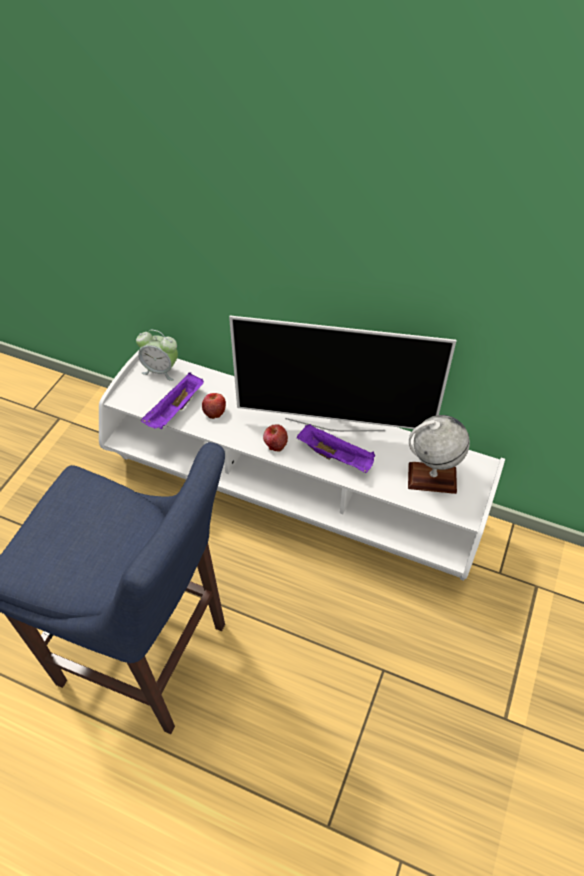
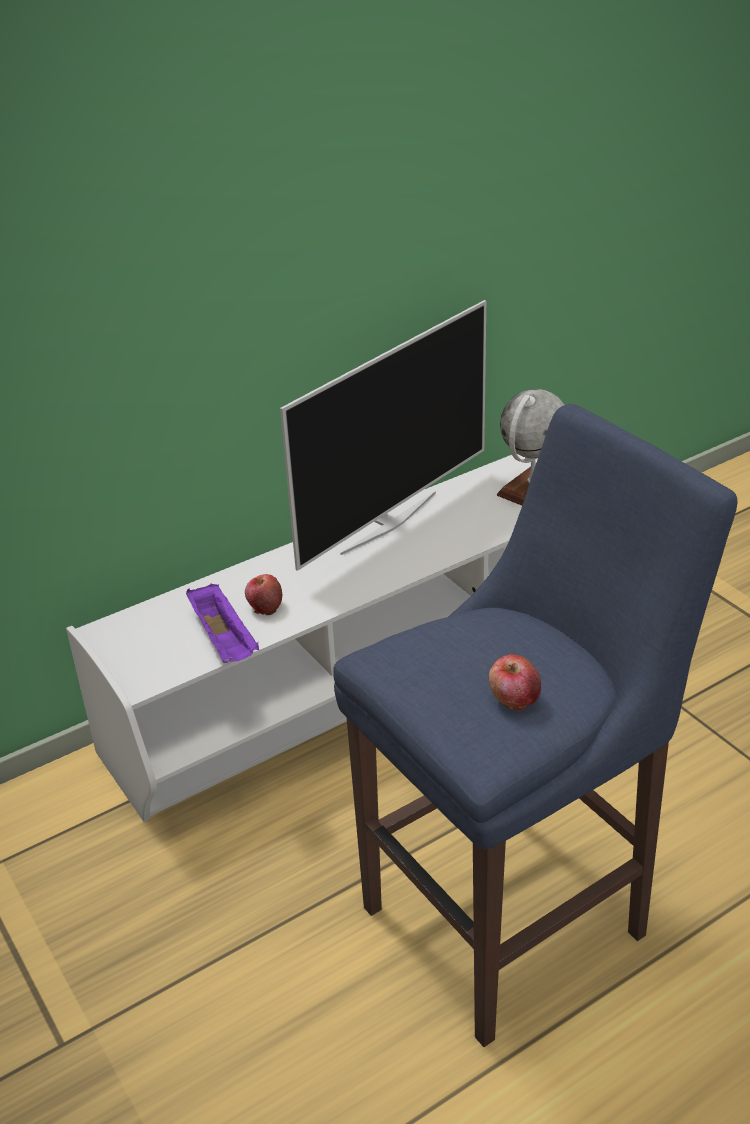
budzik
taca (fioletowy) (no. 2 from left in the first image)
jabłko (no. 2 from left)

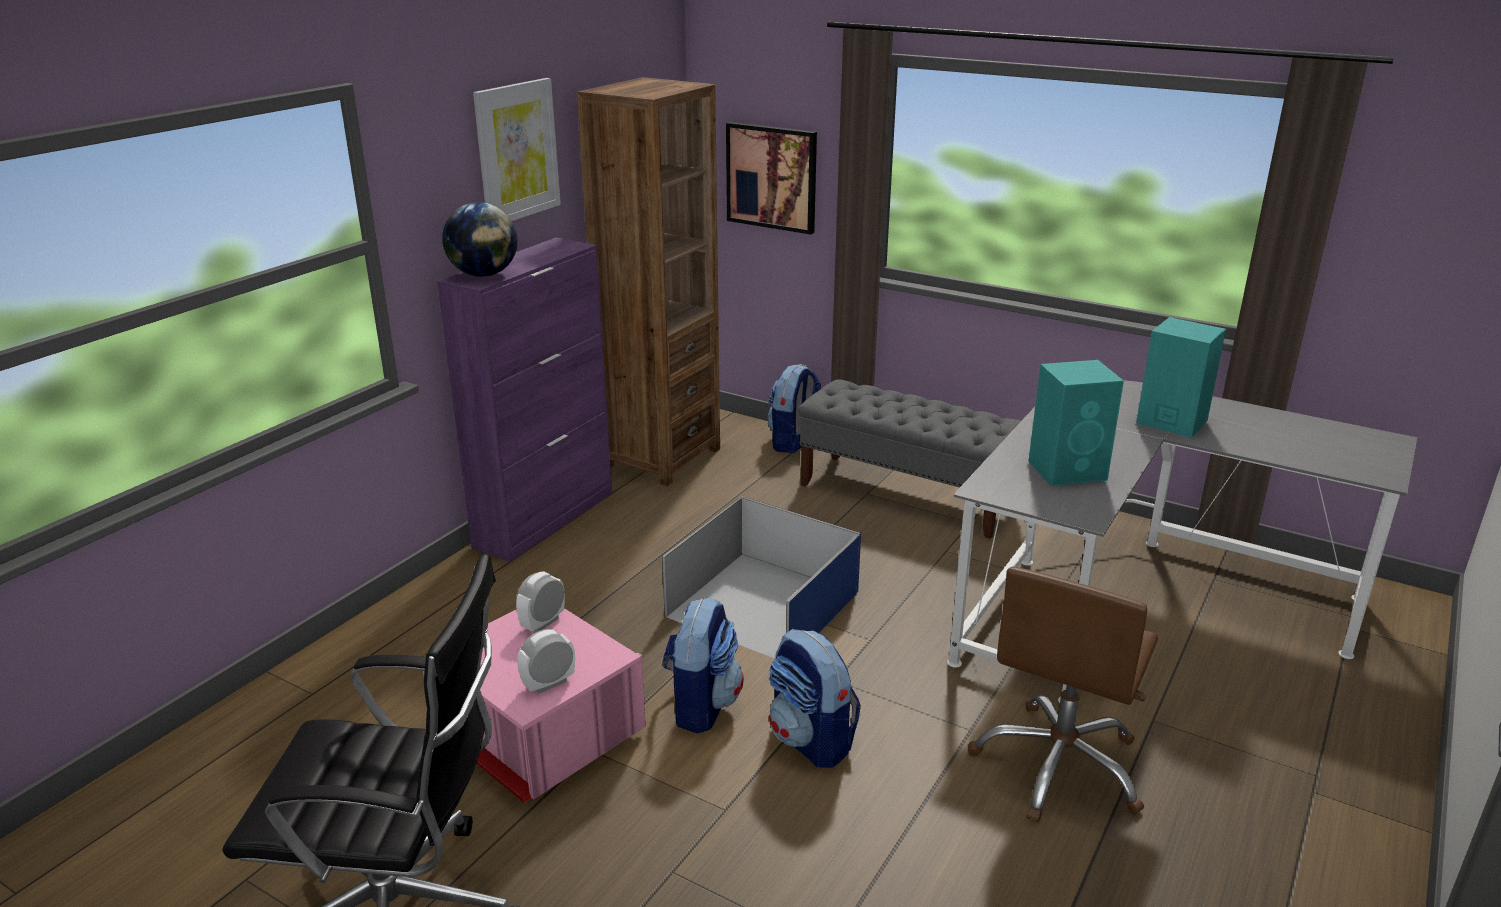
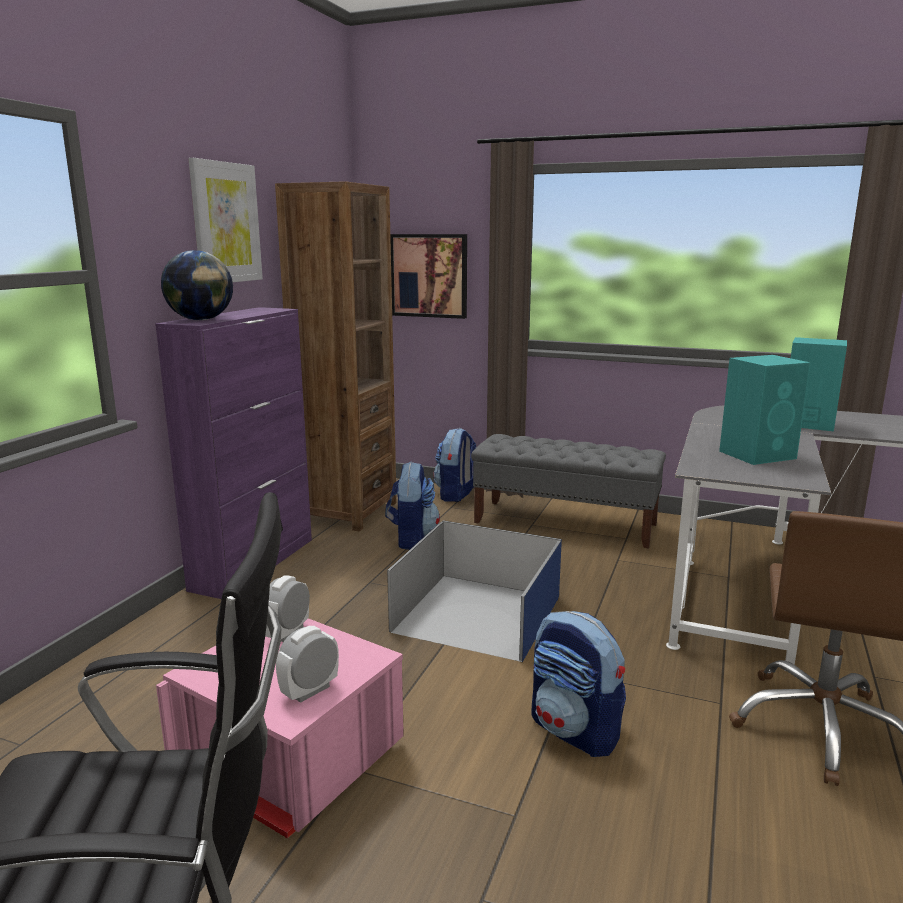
plecak (no. 1 from left)

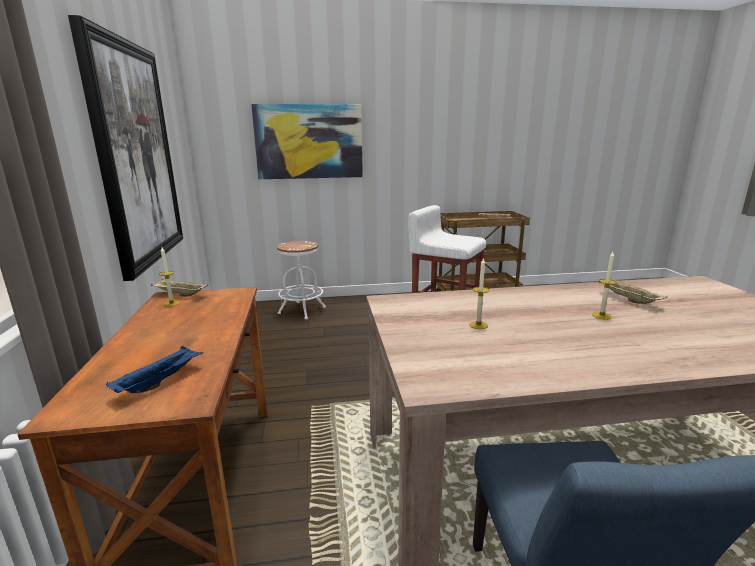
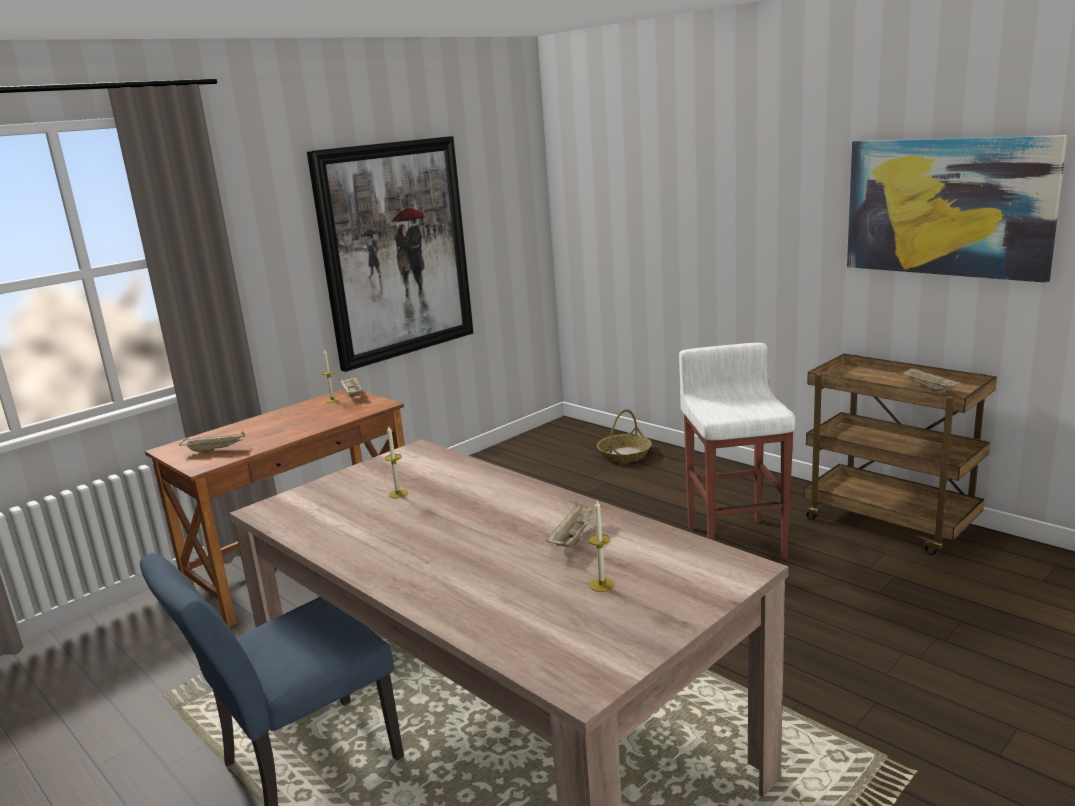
obraz (no. 2 from left)
świeca (no. 3 from left)
koszyk
taca (beżowy) (no. 1 from left)

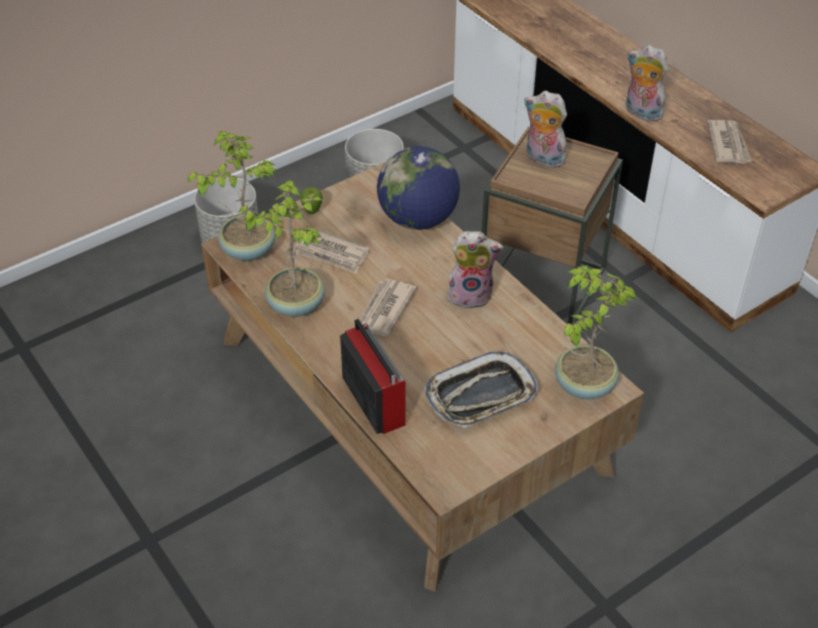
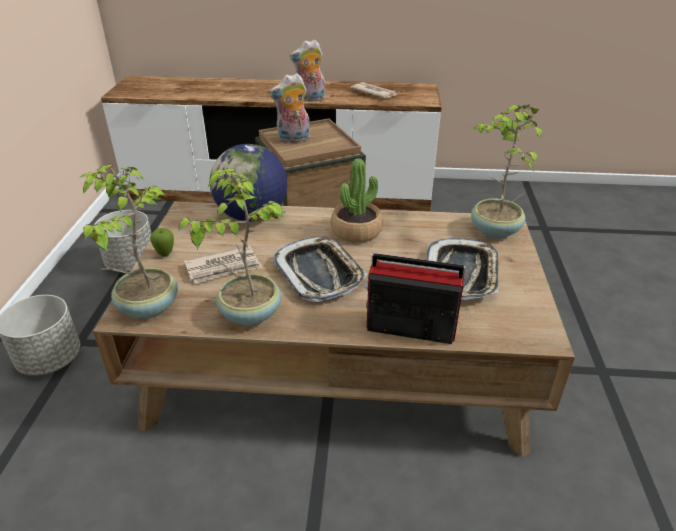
taca (no. 1 from left)
roślina doniczkowa (no. 3 from left)

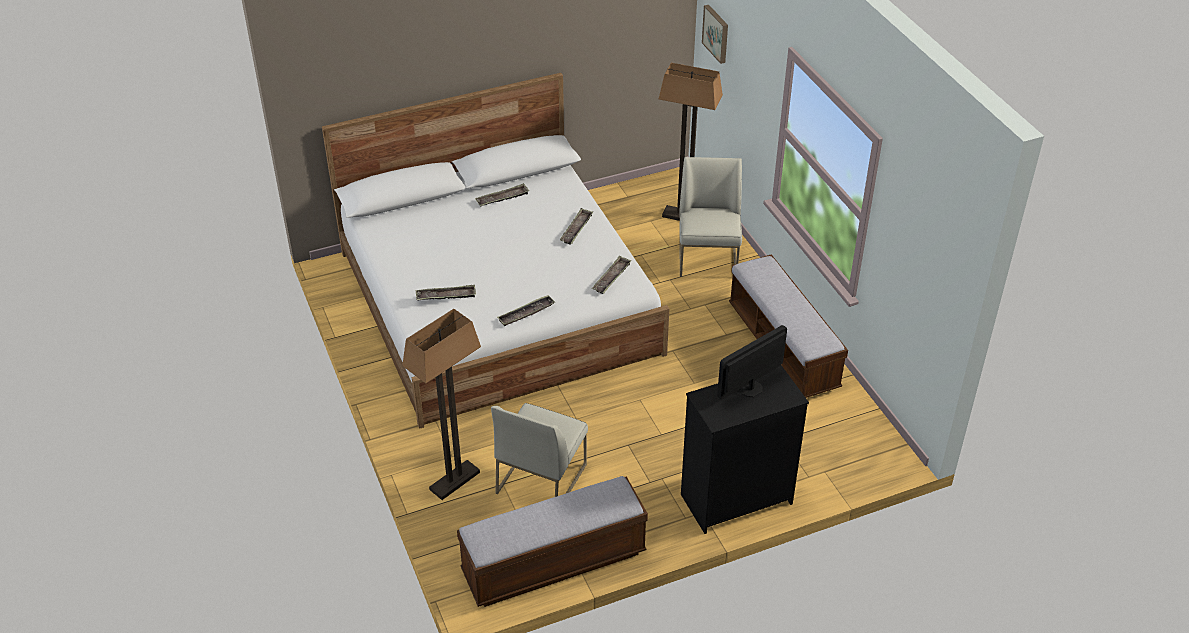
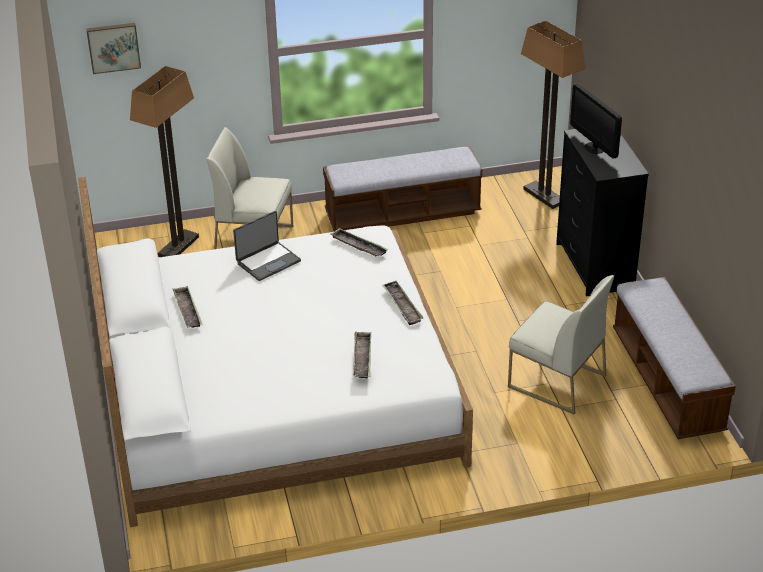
lampa stojąca (no. 2 from left)
laptop

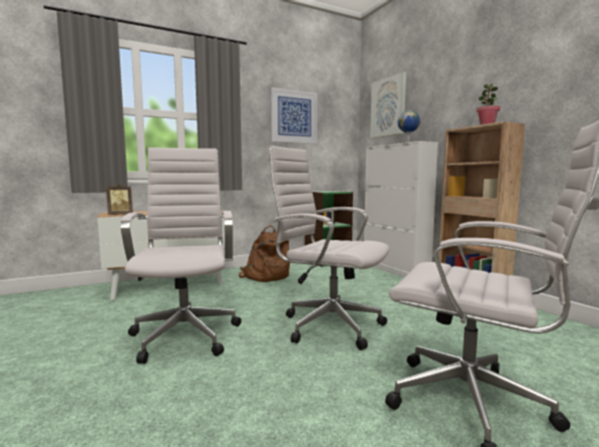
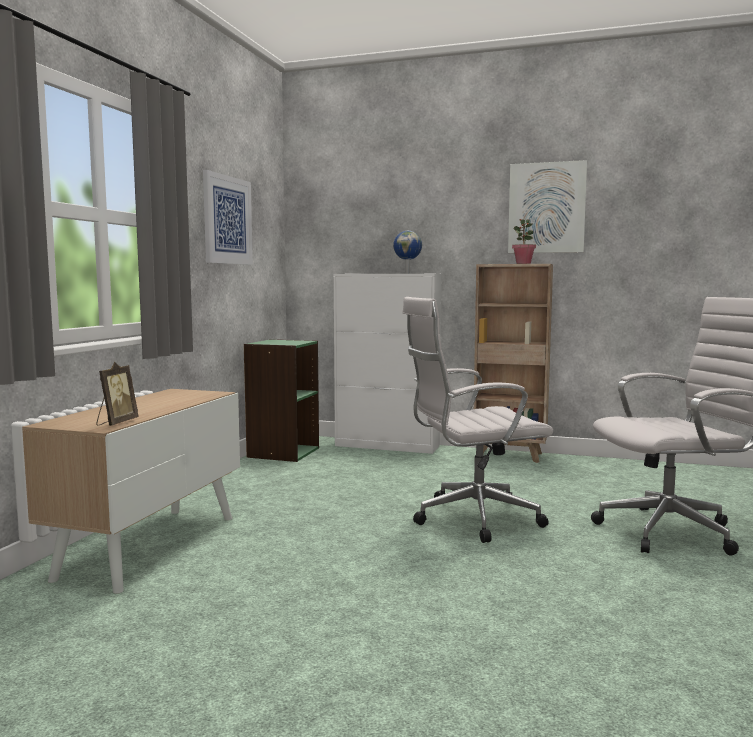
krzesło biurowe (biały) (no. 1 from left in the first image)
plecak (brązowy)
obraz (no. 2 from left)

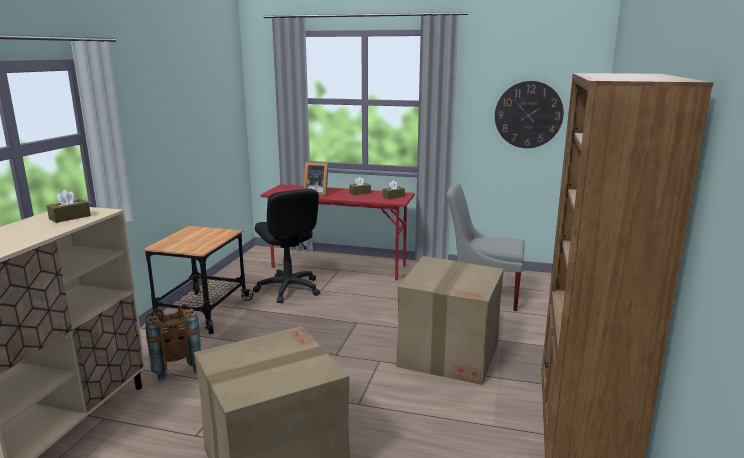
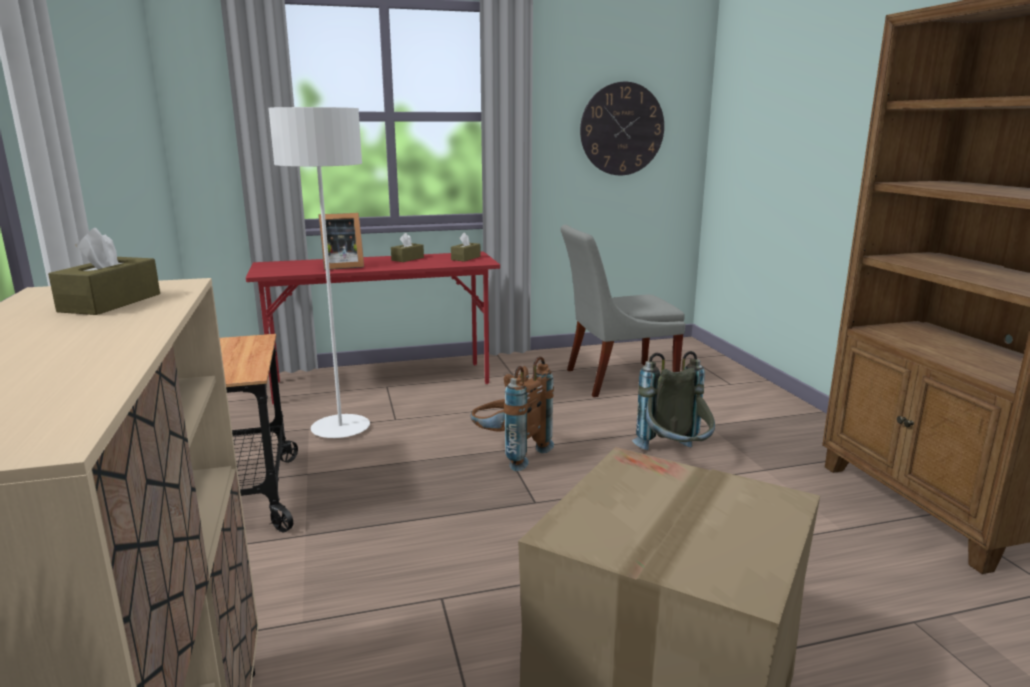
plecak (brązowy)
lampa stojąca (biały)
plecak (szary)

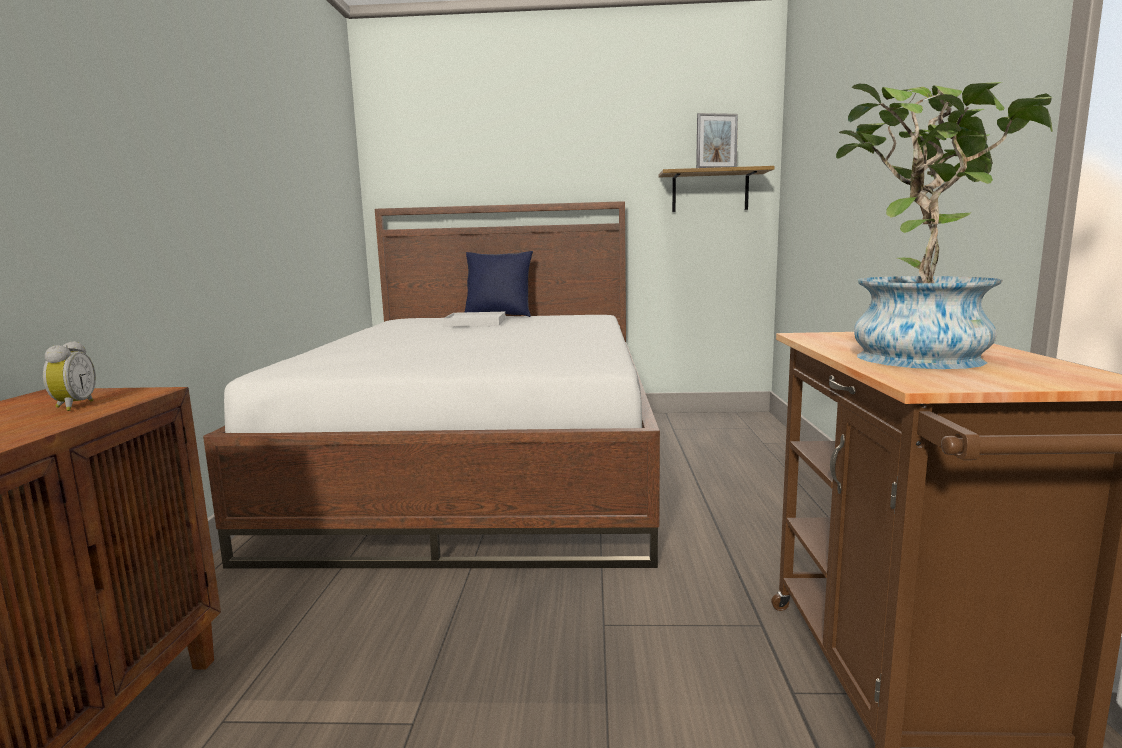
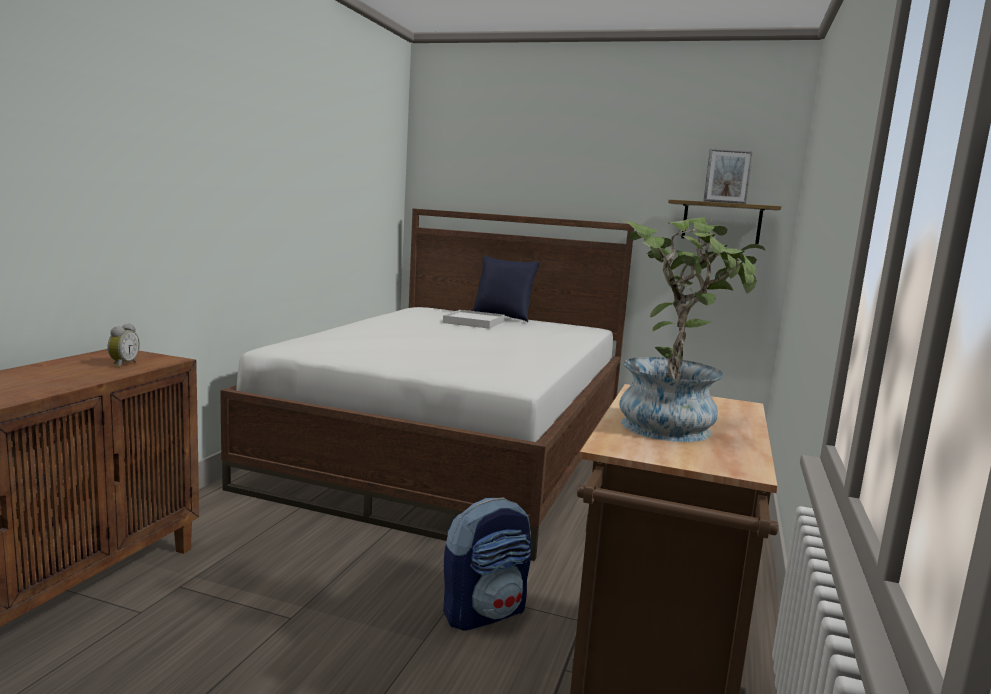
plecak

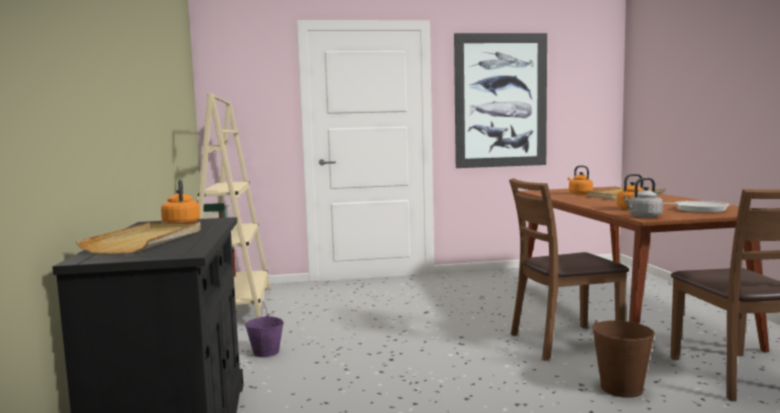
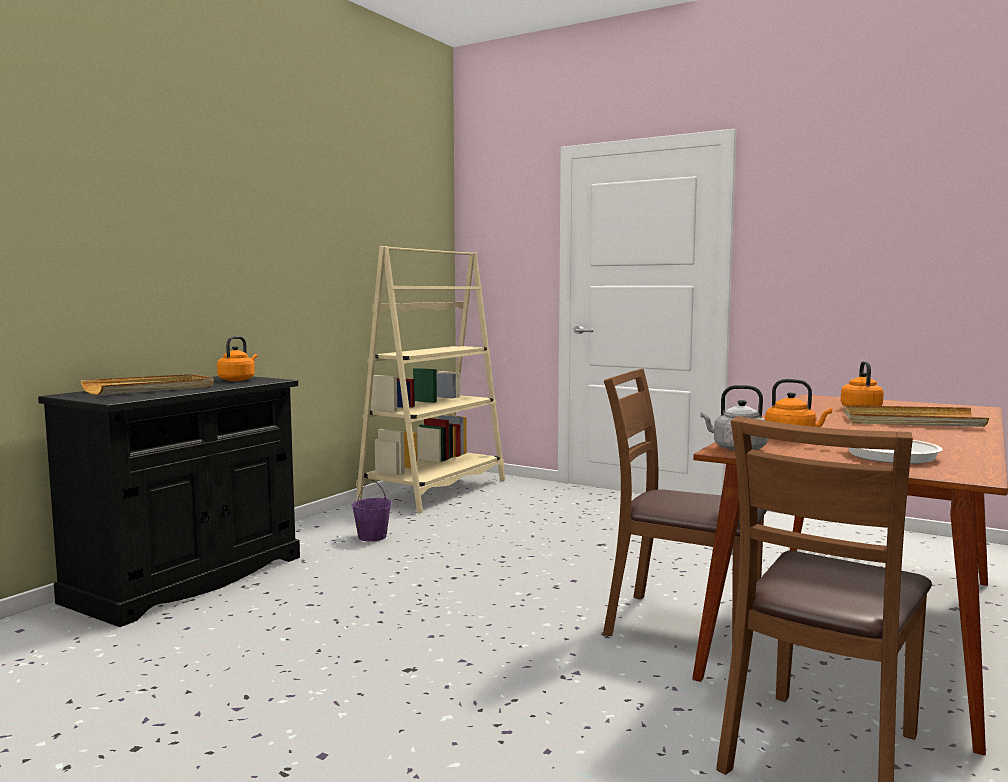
obraz
wiadro (brązowy)

